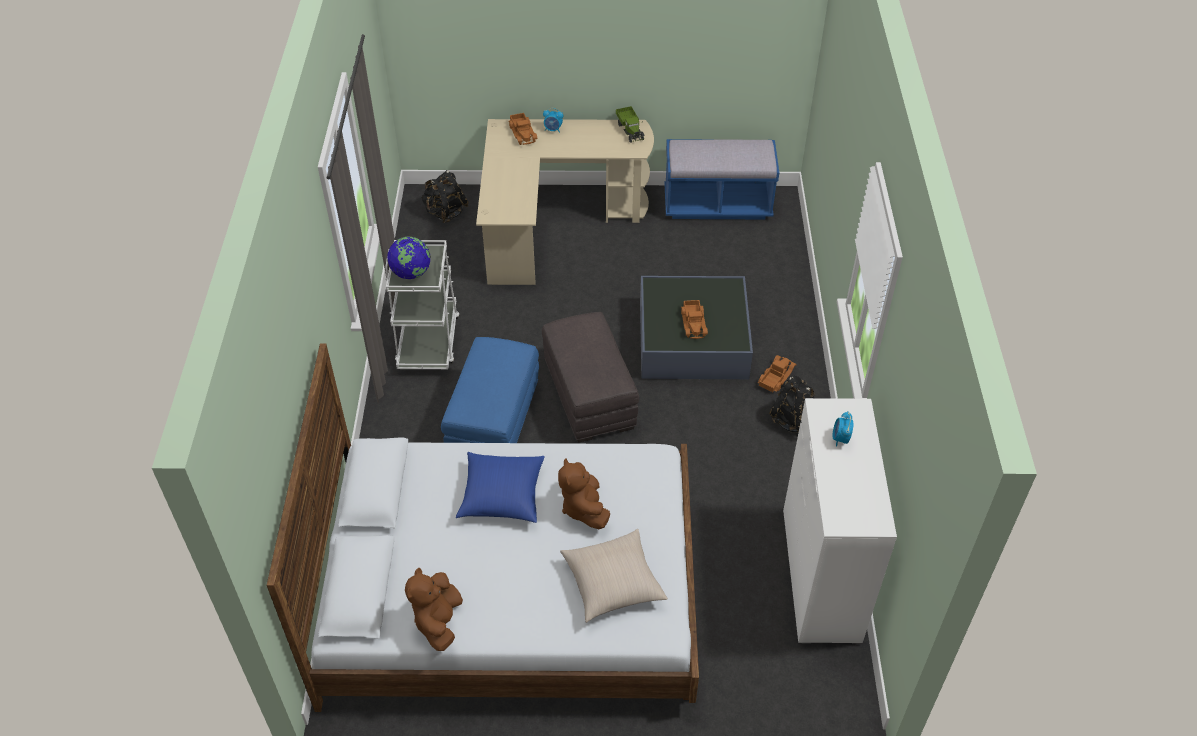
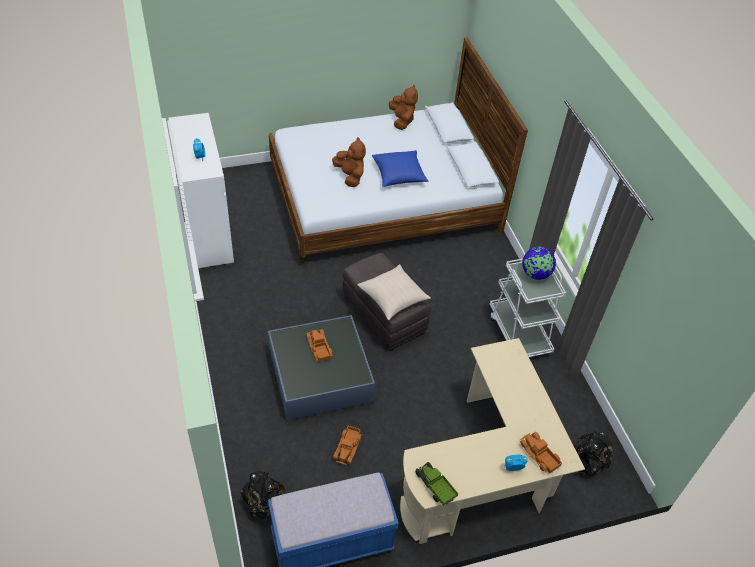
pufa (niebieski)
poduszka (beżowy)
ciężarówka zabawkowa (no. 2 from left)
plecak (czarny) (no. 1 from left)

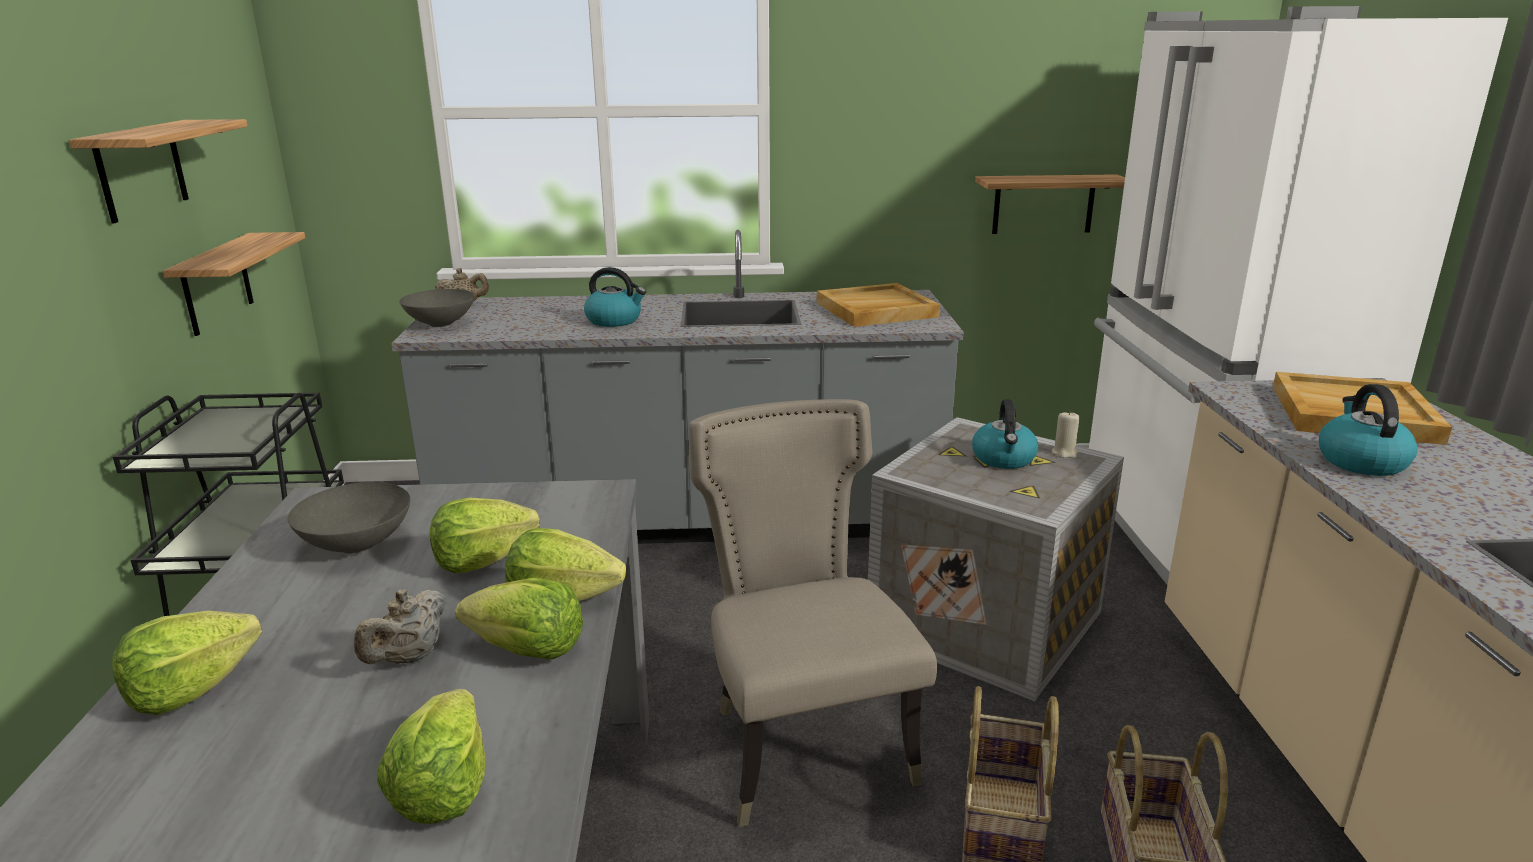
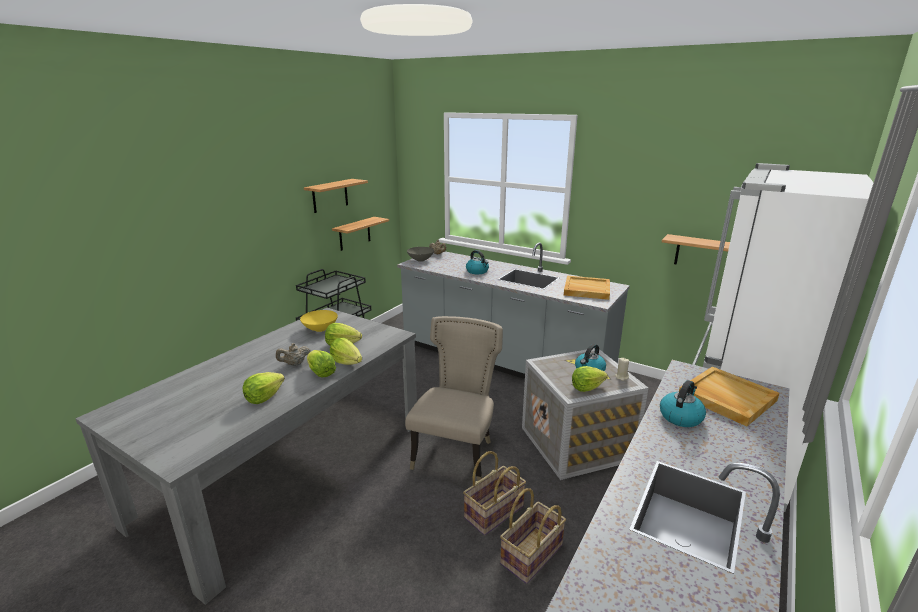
sałata (no. 5 from left)
miska (żółty)

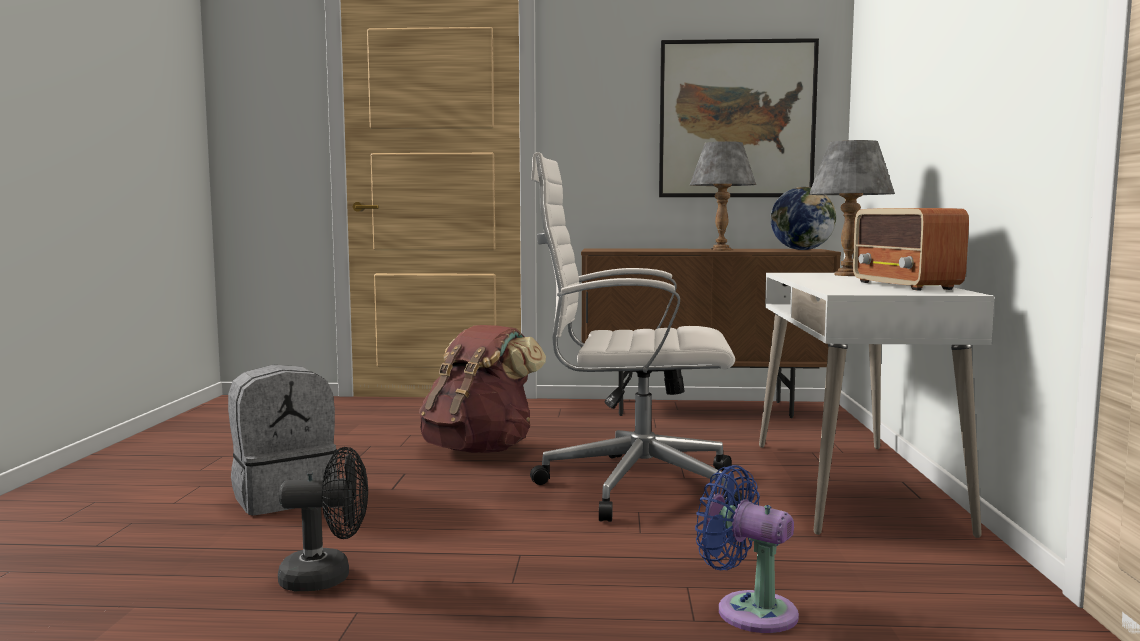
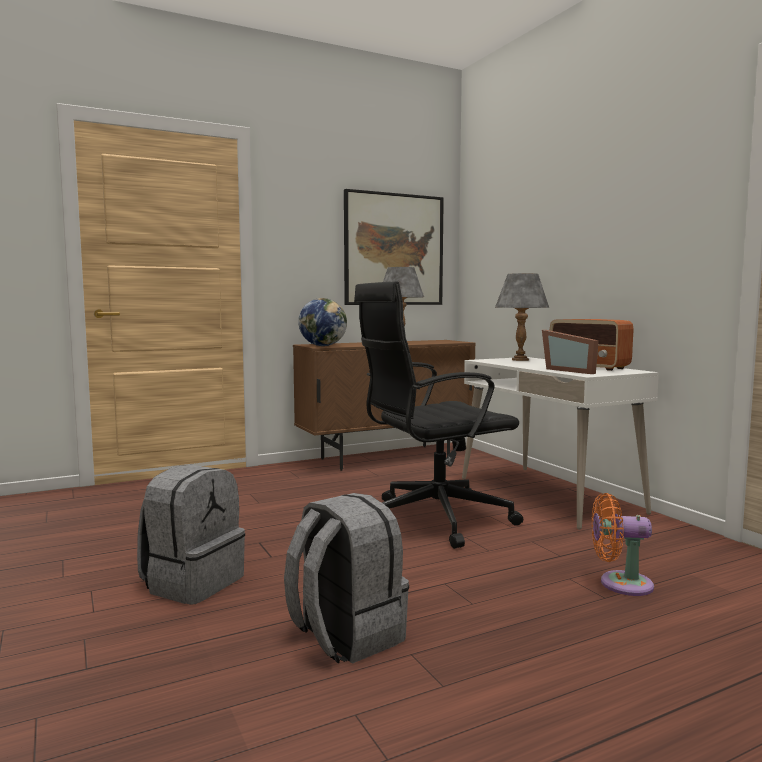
plecak (brązowy)
ramka na zdjęcie
globus
plecak (szary) (no. 2 from left)
krzesło biurowe (czarny)
wentylator (pomarańczowy)

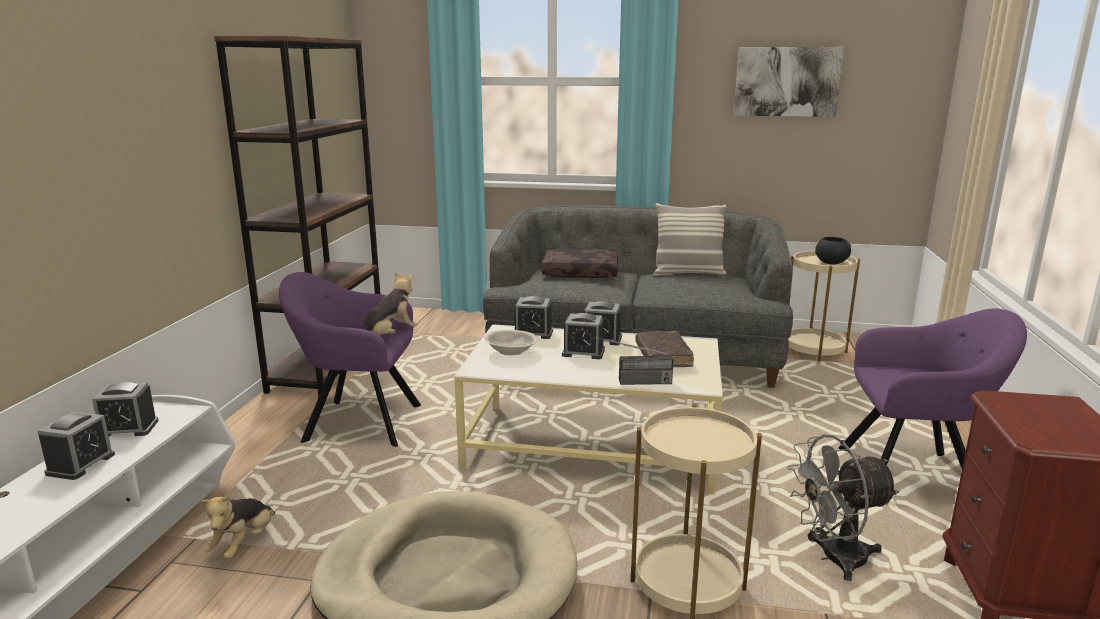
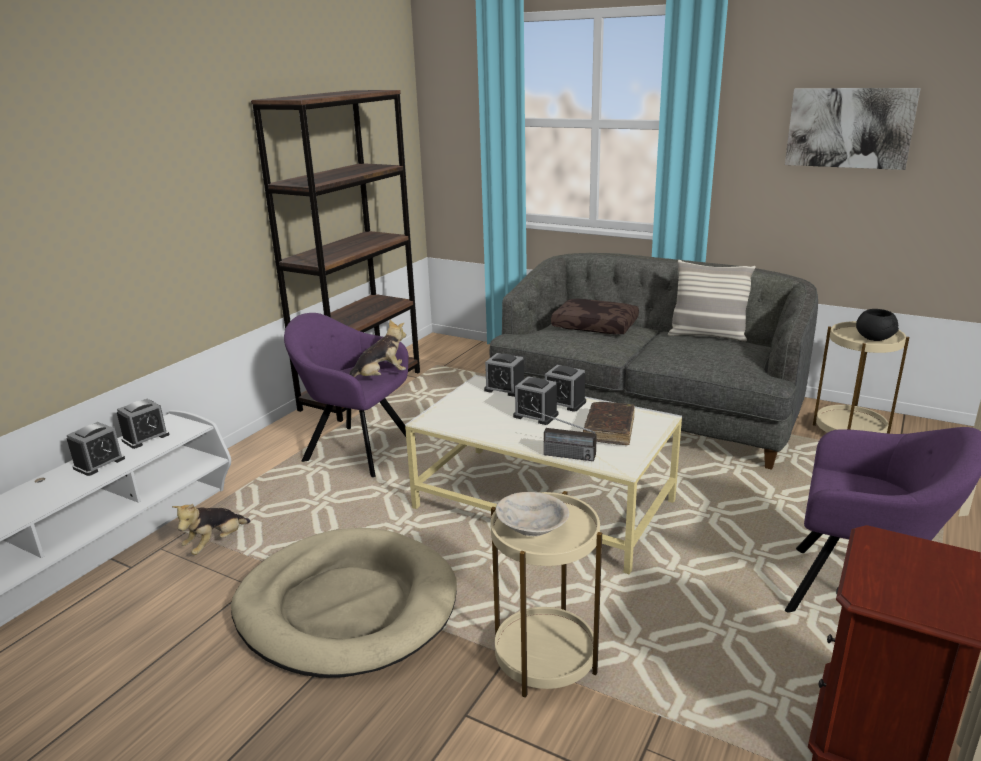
wentylator (szary)
miska (beżowy)
budzik (no. 2 from left)

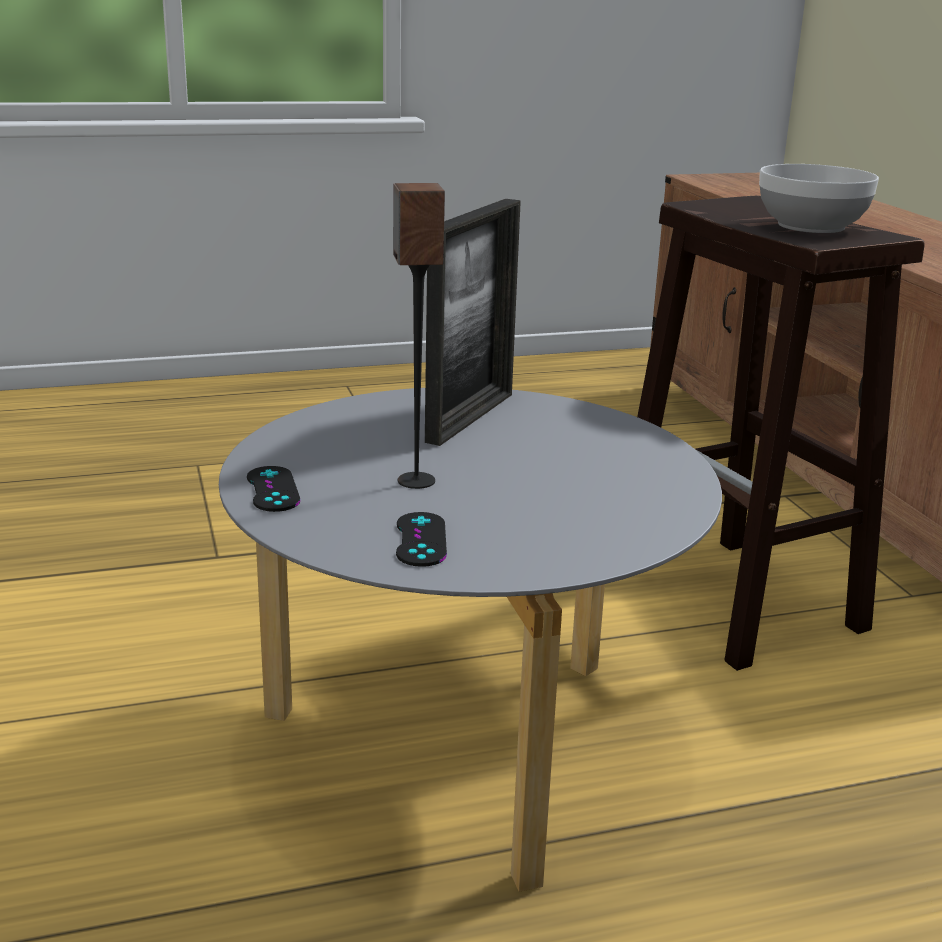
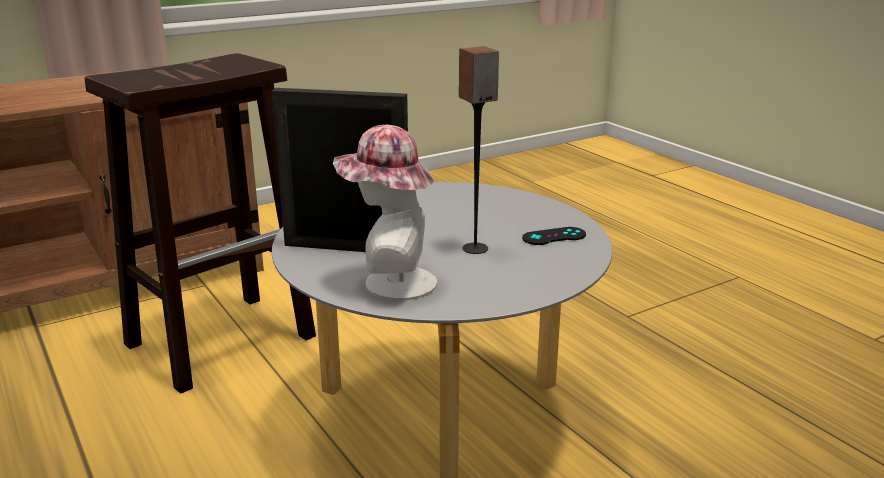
pad do gier (czarny) (no. 1 from left in the first image)
miska
kapelusz

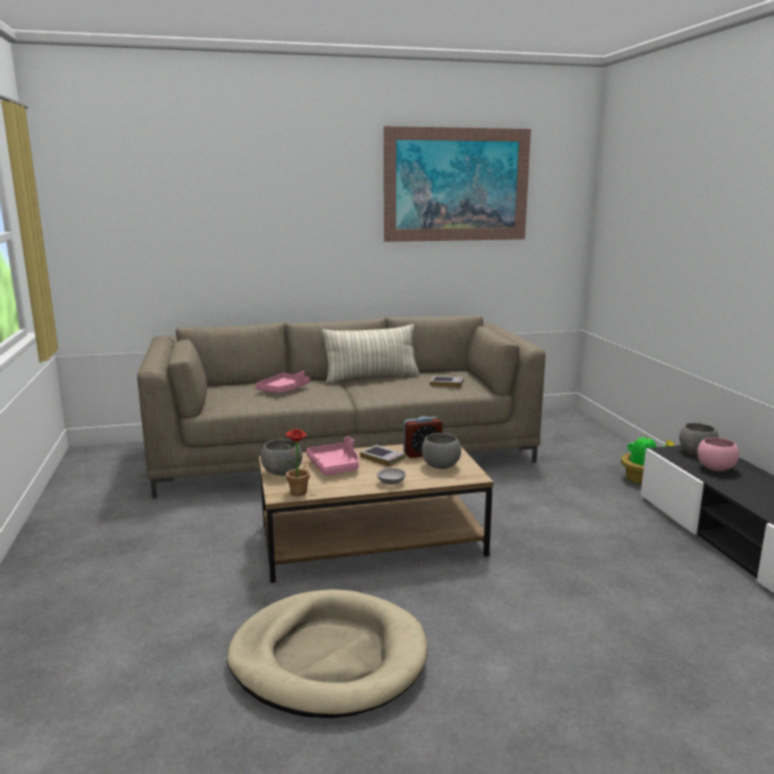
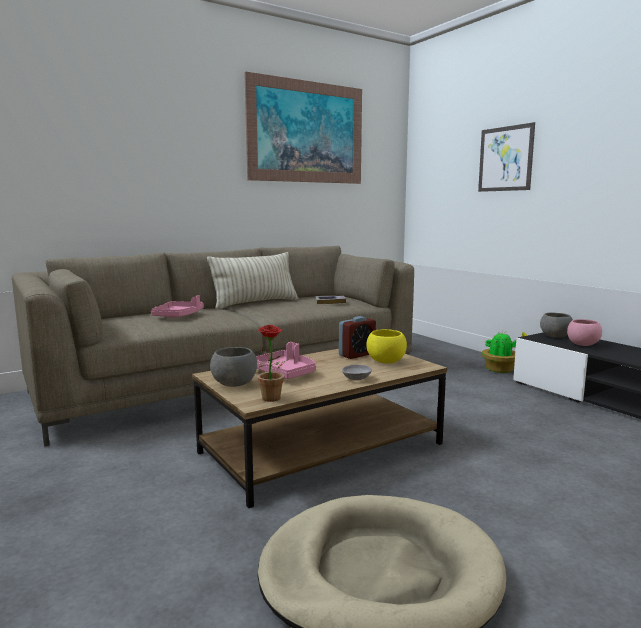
książka (no. 1 from left in the first image)
obraz (no. 2 from left)
miska (żółty)

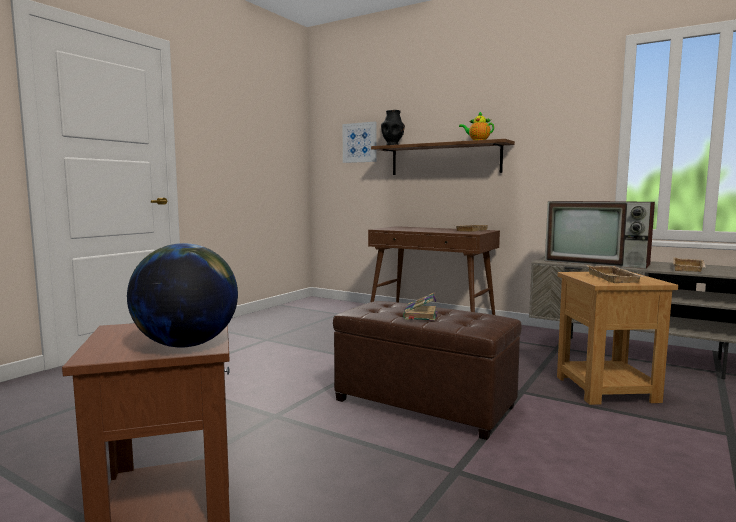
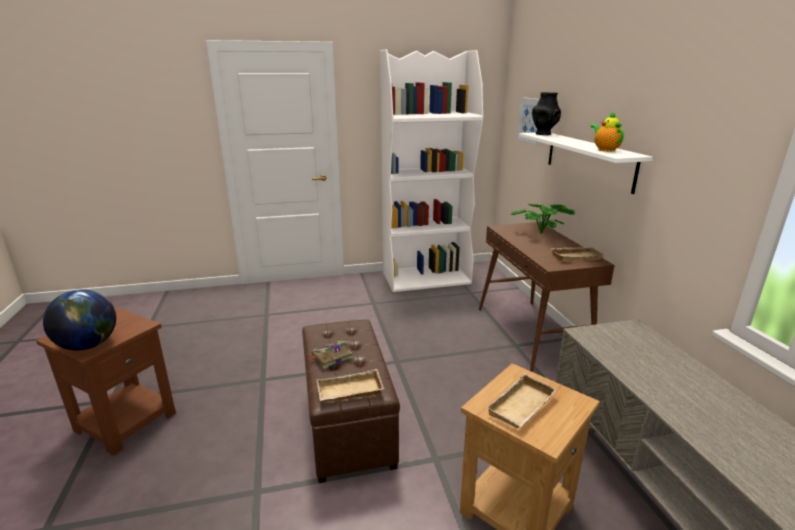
telewizor
regał (biały)
roślina doniczkowa
taca (beżowy) (no. 1 from left)
półka (biały)

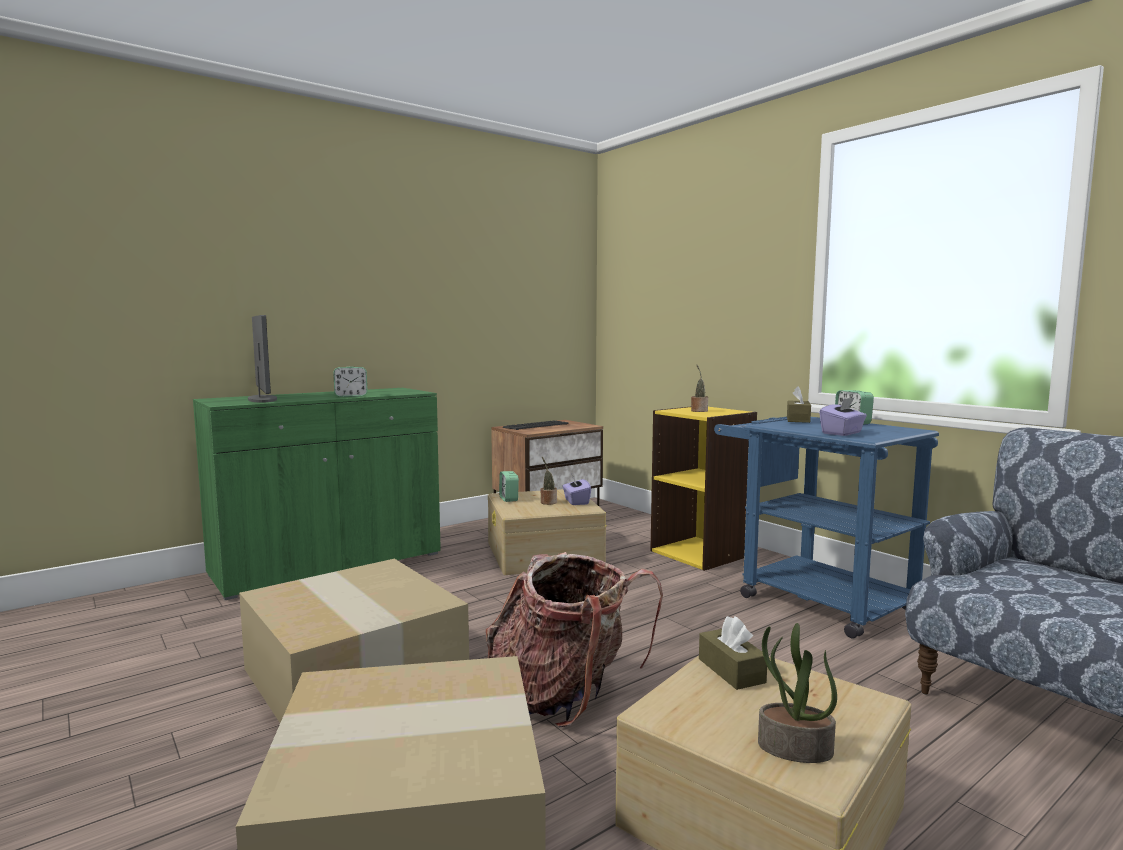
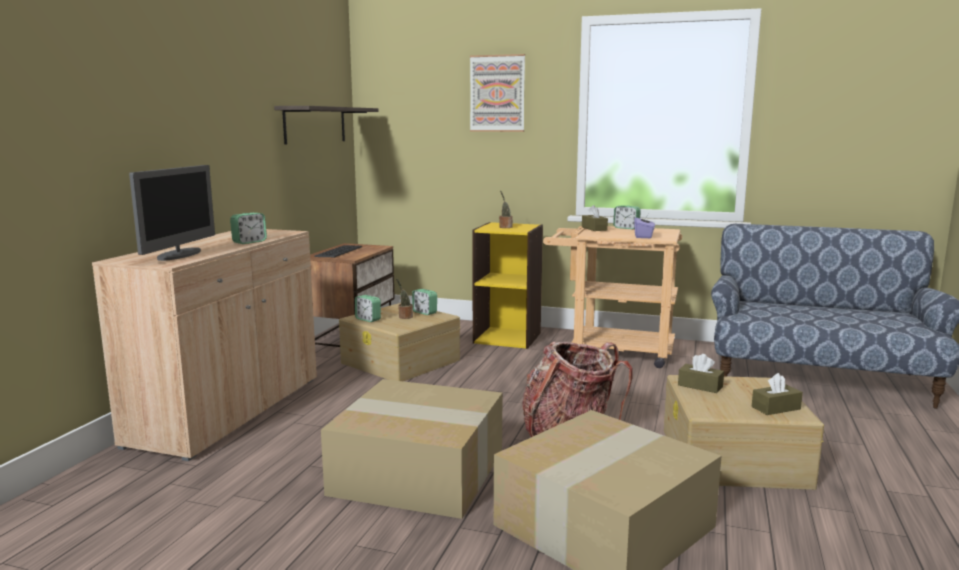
półka
obraz
budzik (no. 3 from left)
pudełko chusteczek (brązowy) (no. 3 from left)
szafka (beżowy)
wózek (beżowy)
monitor

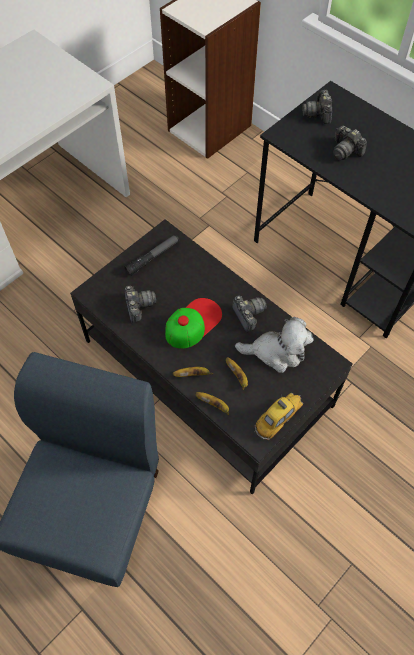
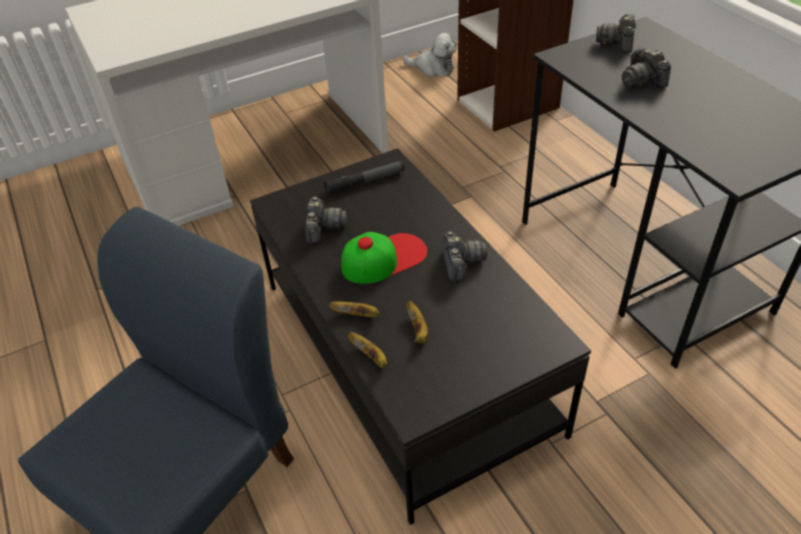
samochodzik
pluszak

